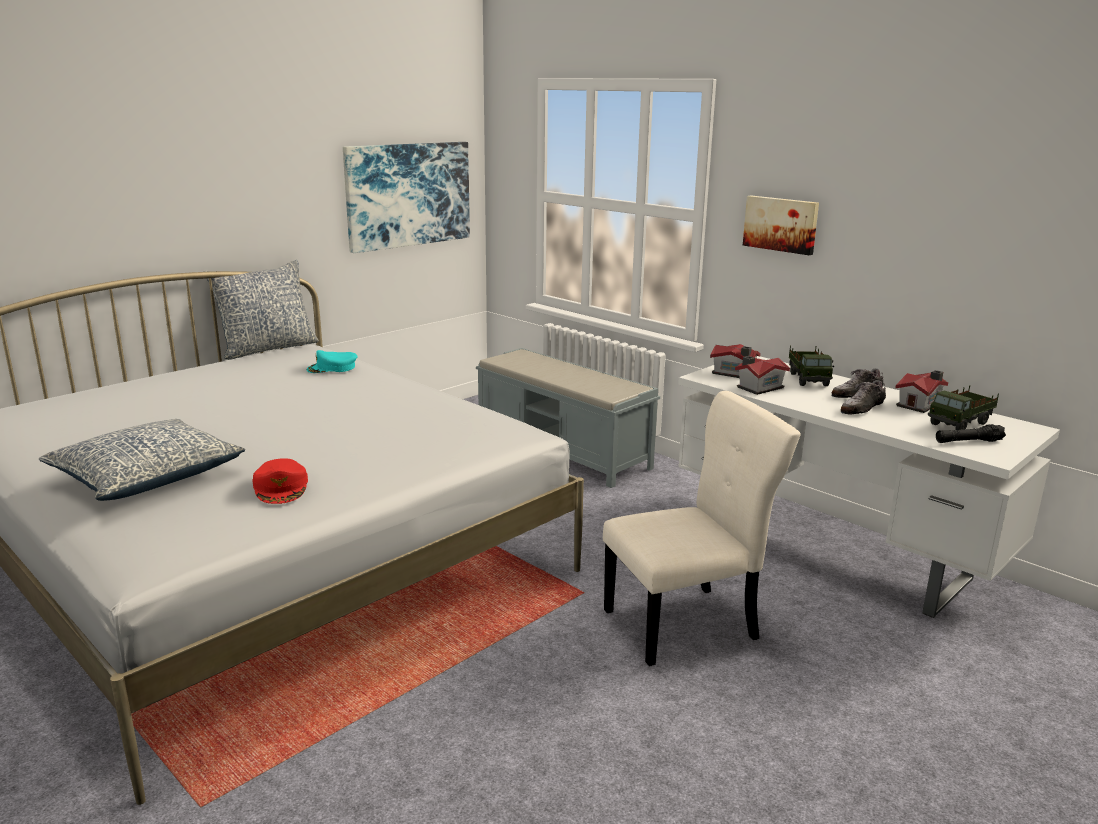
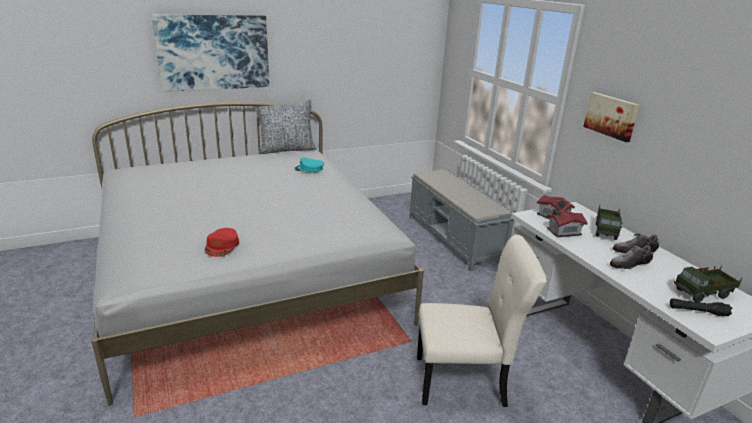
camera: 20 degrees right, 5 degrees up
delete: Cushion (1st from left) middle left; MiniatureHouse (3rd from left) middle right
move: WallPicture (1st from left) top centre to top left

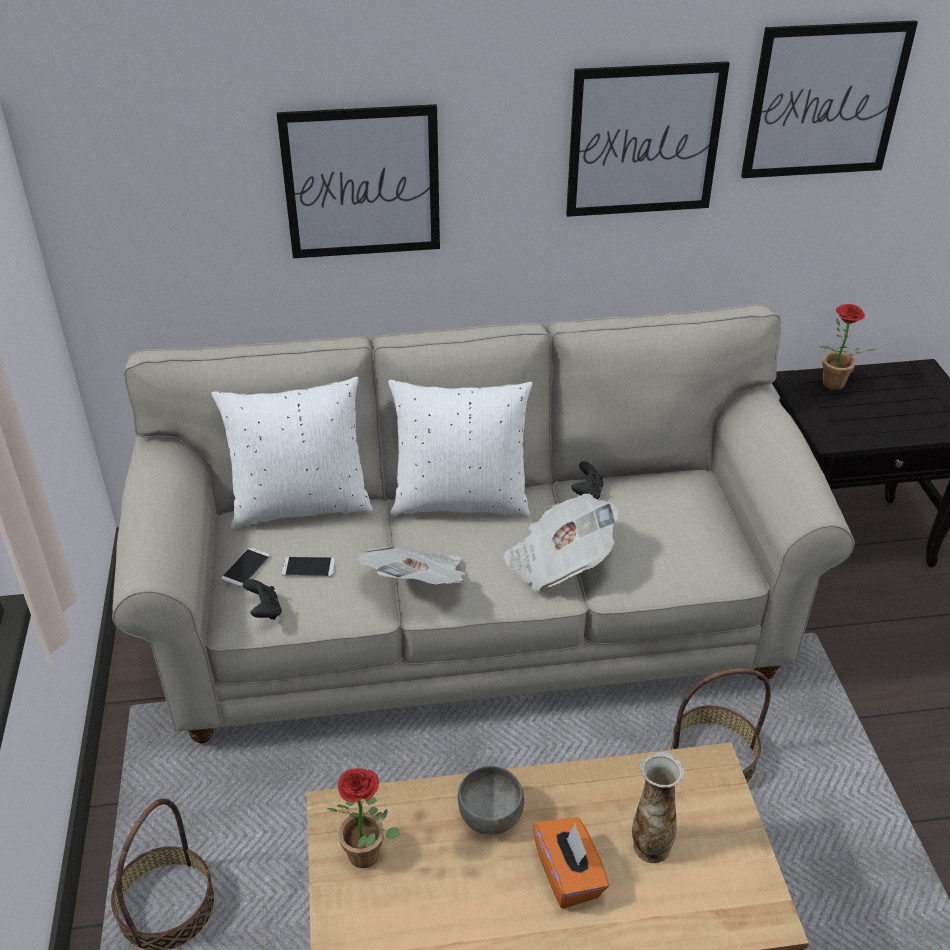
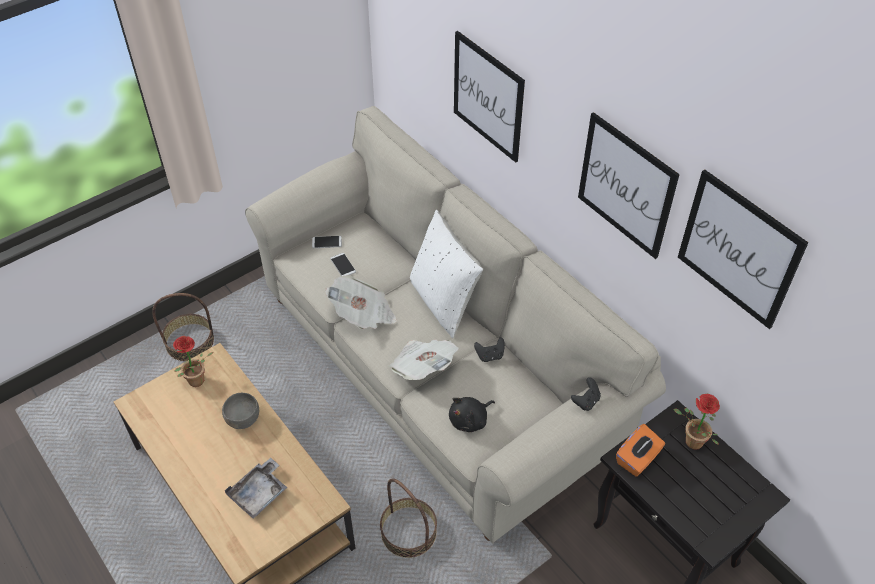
camera: 60 degrees right, 10 degrees up
delete: WhiteCushion (1st from left) middle left
insert: BlackPlushToy bottom centre
move: BlackJoypad (1st from left in the first image) middle left to BlackJoypad (2nd from left) bottom right; OrangeyTissueBox bottom centre to bottom right
replace: Vase bottom right to GreyishCarryingTray bottom left

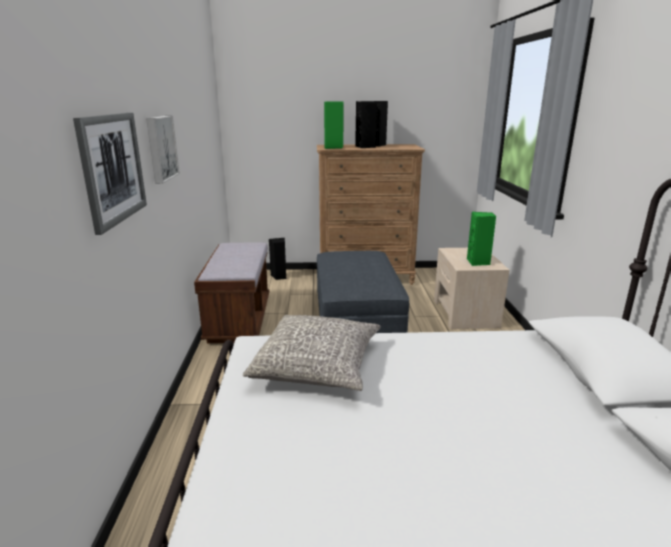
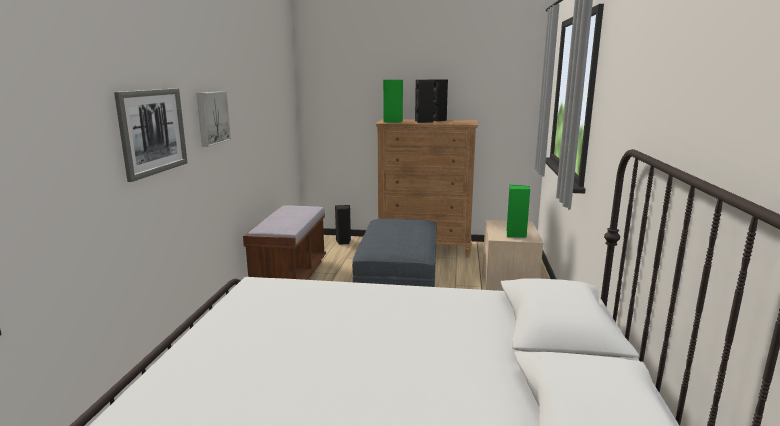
camera: 10 degrees right, 5 degrees down
delete: GreyishCushion centre

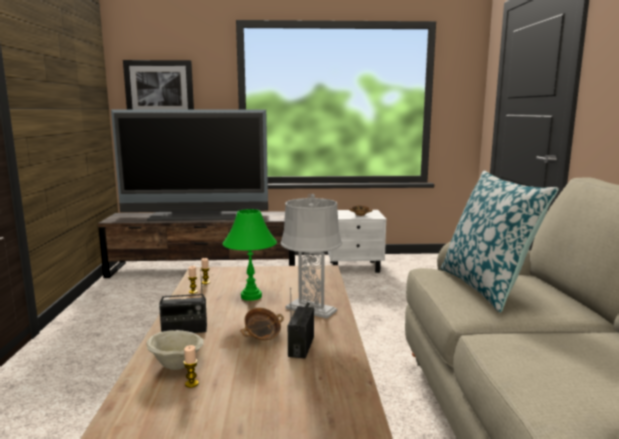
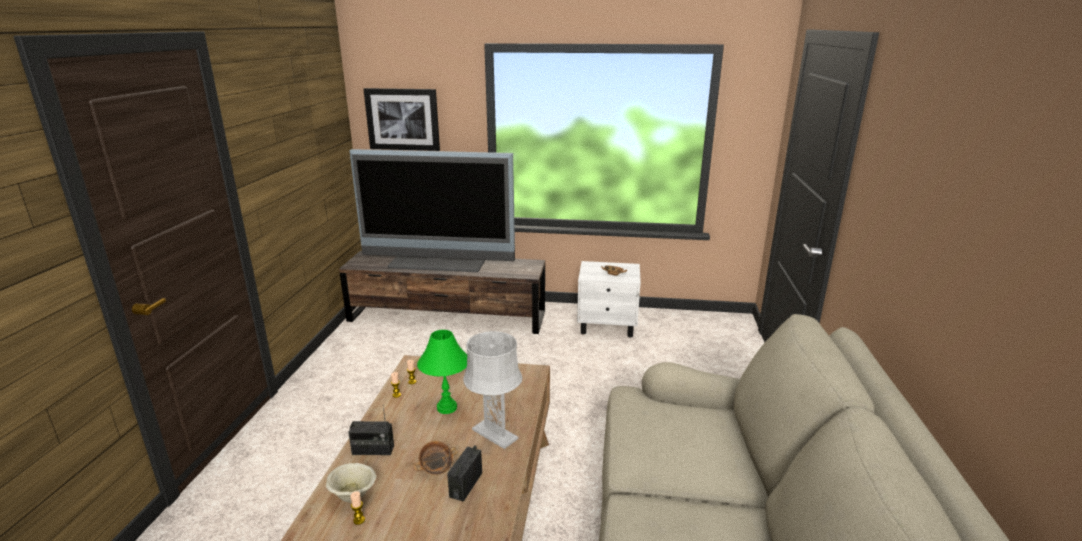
camera: 10 degrees right, 10 degrees up
delete: Cushion middle right

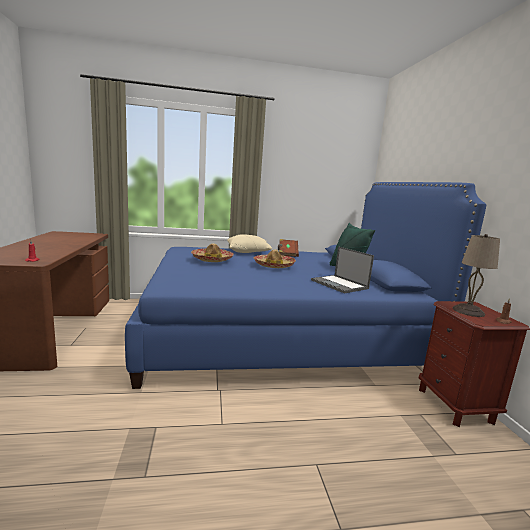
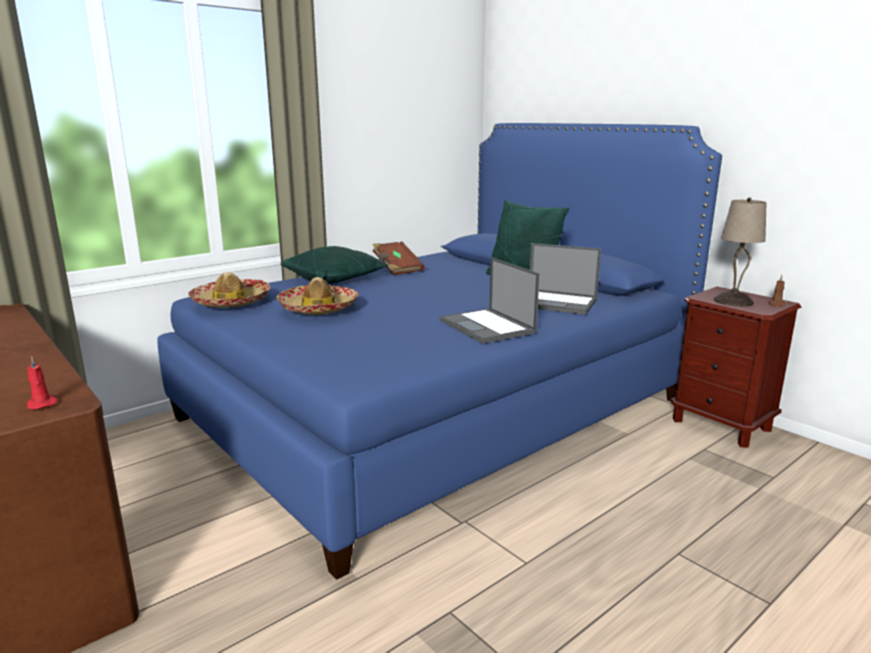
camera: 30 degrees left, 5 degrees up
insert: PortableComputer (1st from left) centre
move: ClothingHat (2nd from left in the first image) centre to ClothingHat (1st from left) middle left
recolor: BeigeCushion centre to GreenColouredCushion (1st from left) centre

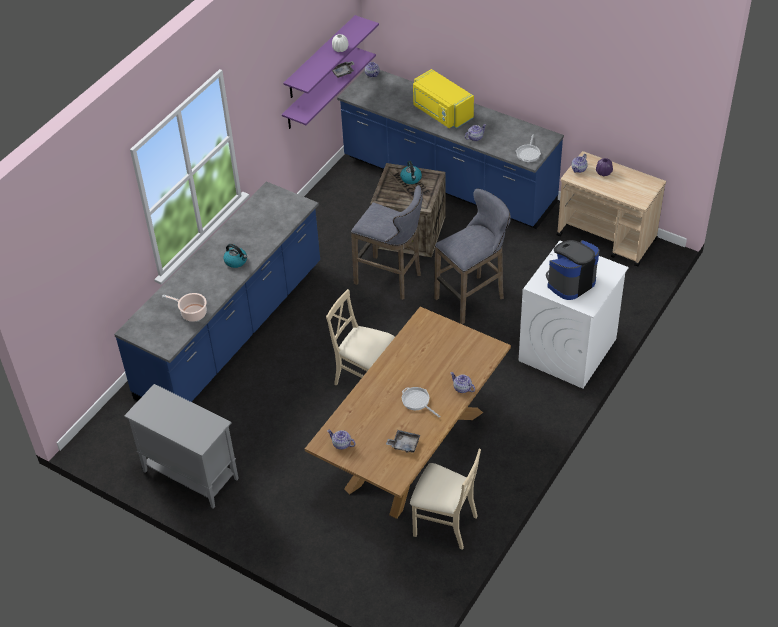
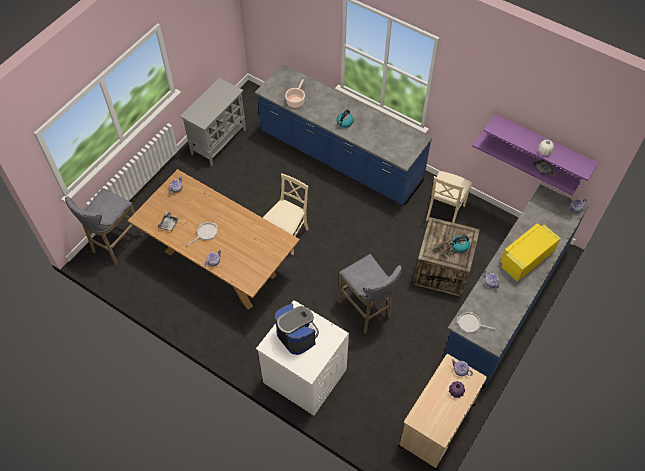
camera: 90 degrees right, 10 degrees up
move: GreyishStool (1st from left) centre to middle left; BeigeChair (2nd from left) bottom centre to middle right

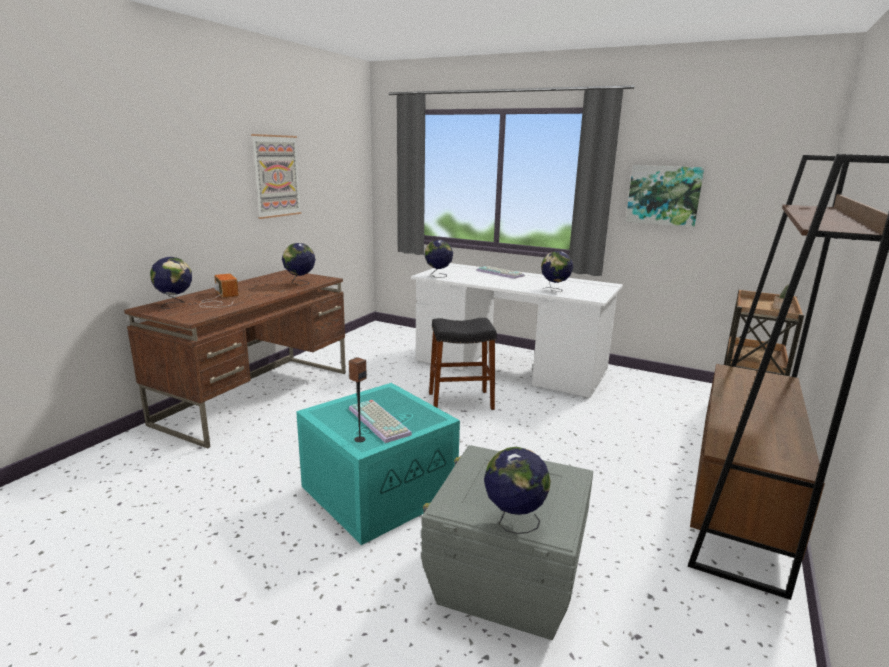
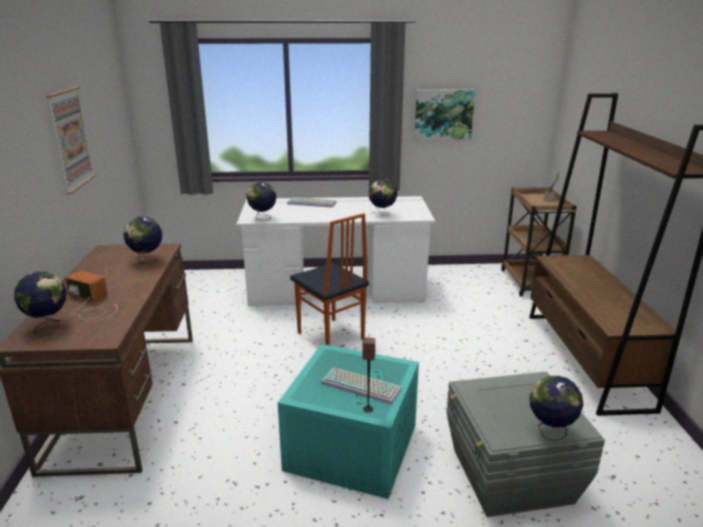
camera: 30 degrees left, 5 degrees up
replace: BlackStool centre to Chair centre

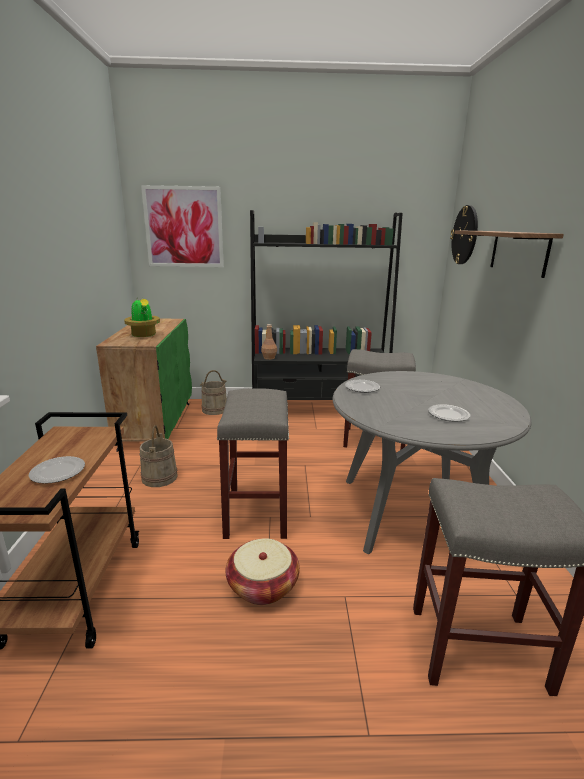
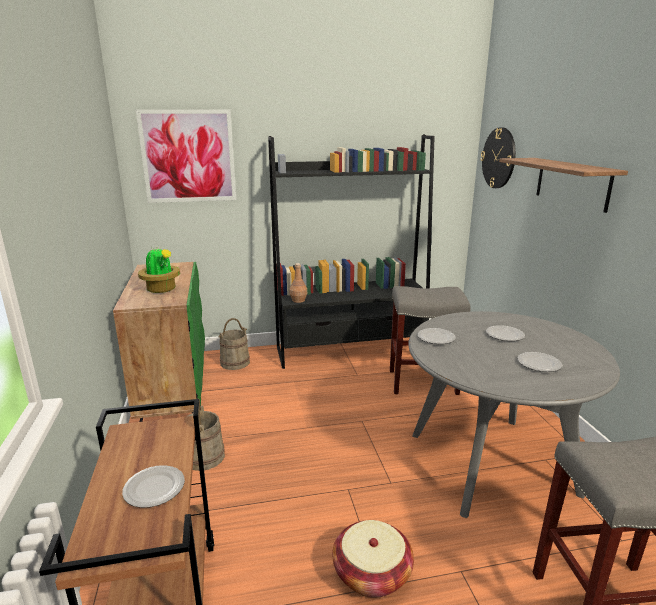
camera: 10 degrees left, 0 degrees up
delete: GreyishStool (1st from left) centre
insert: DinnerPlate (3rd from left) middle right

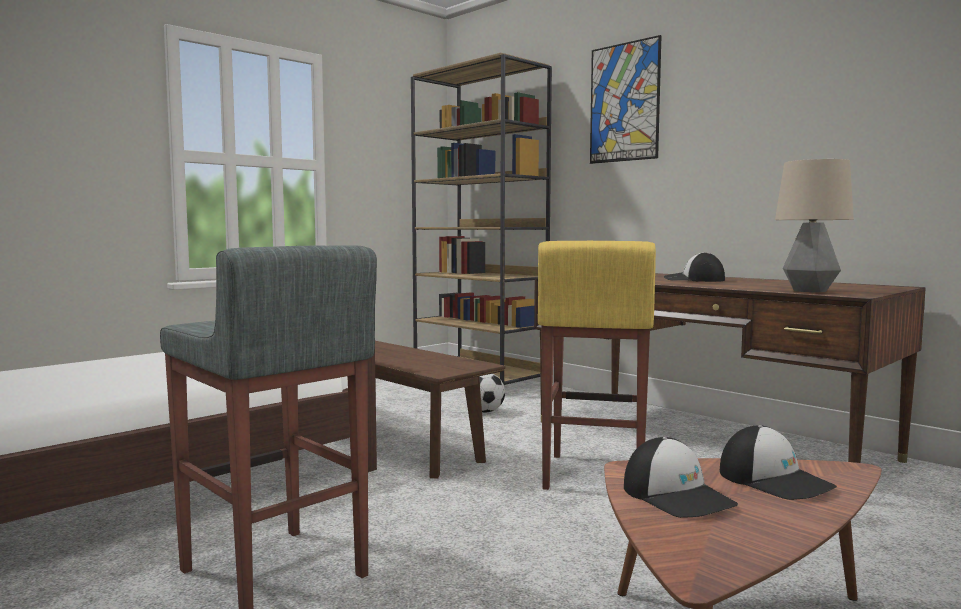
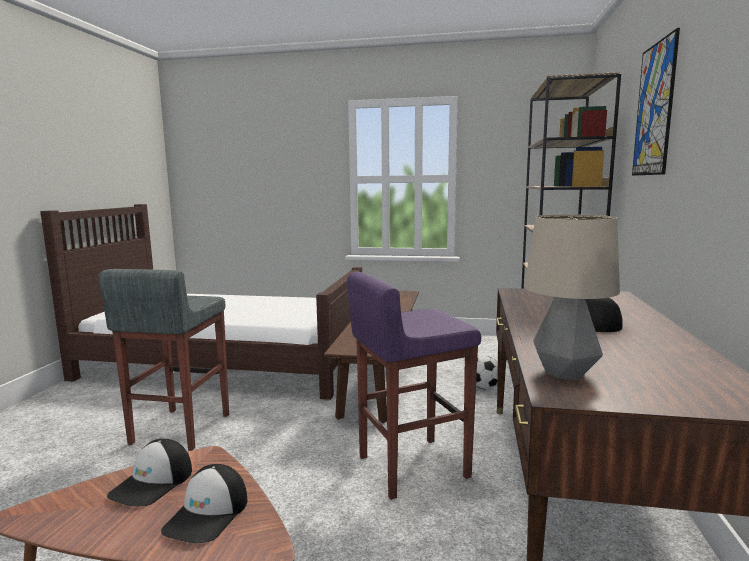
camera: 55 degrees right, 5 degrees up
recolor: YellowishStool centre to PurplishStool bottom centre

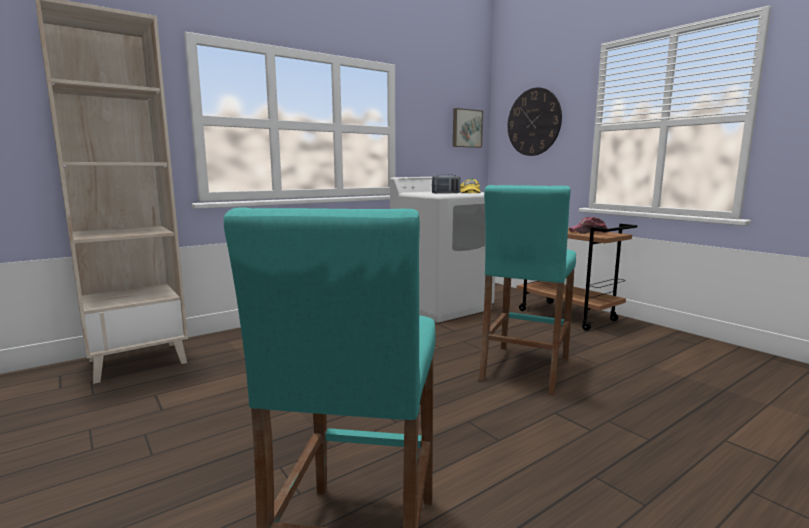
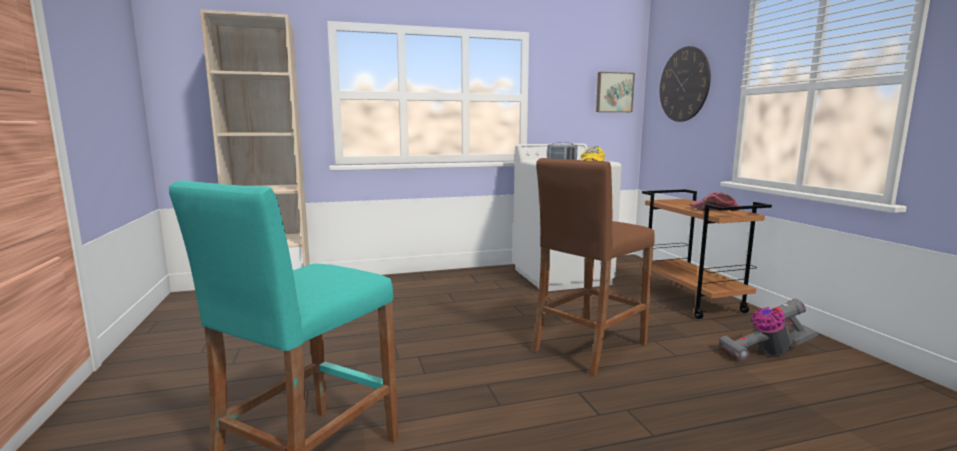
camera: 20 degrees right, 0 degrees up
insert: Vacuum bottom right
recolor: BlueGreenStool (2nd from left) centre to BrownStool centre

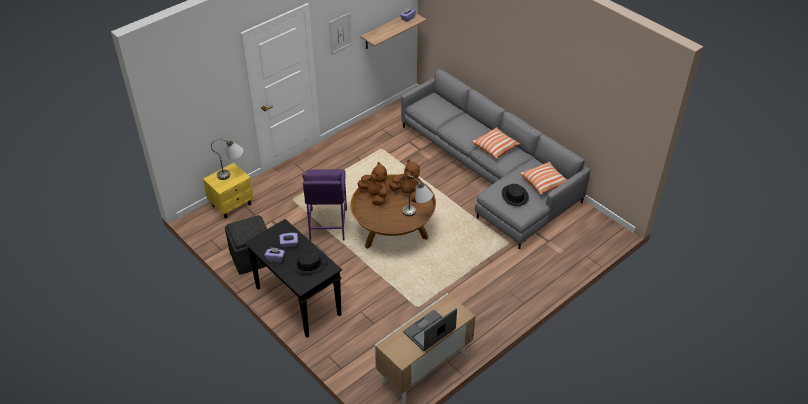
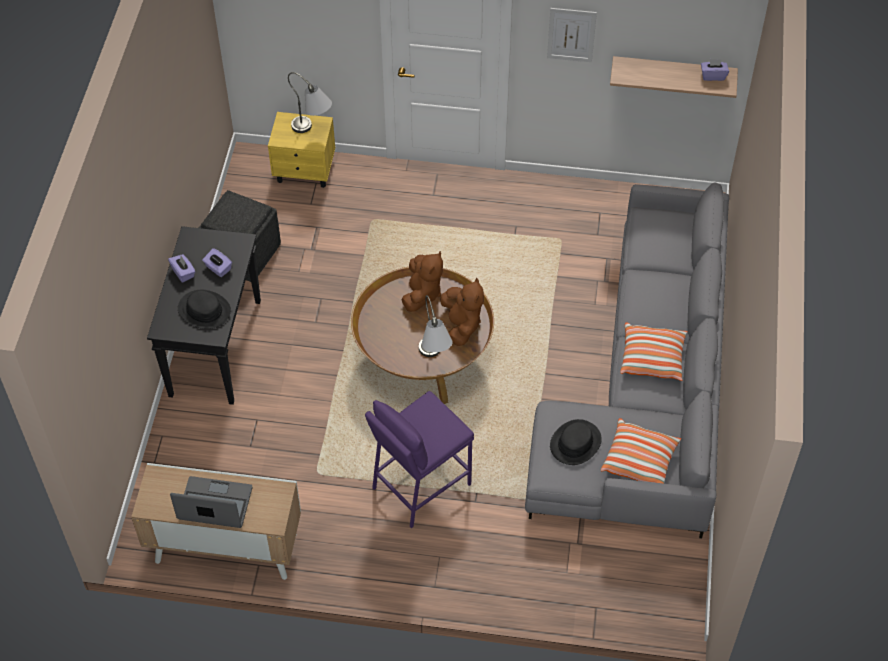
camera: 50 degrees right, 10 degrees up
move: PurplishStool centre to bottom centre

